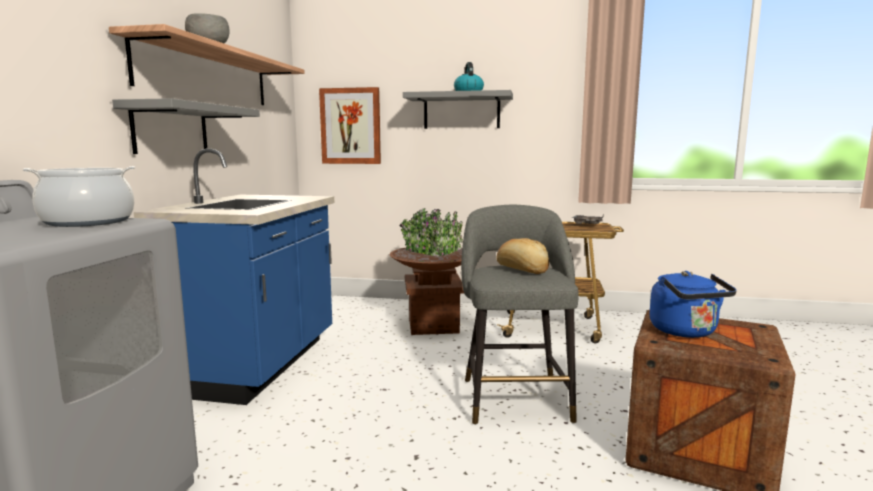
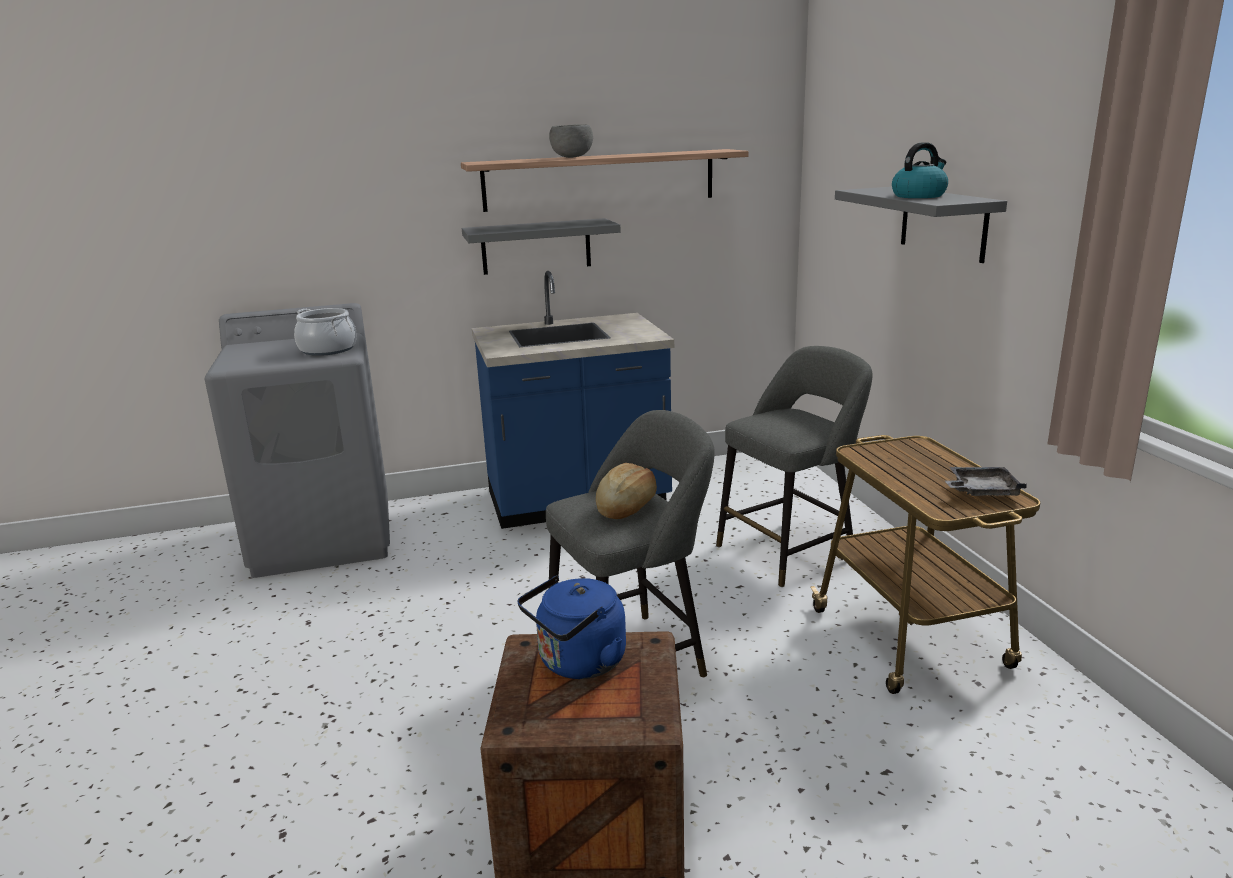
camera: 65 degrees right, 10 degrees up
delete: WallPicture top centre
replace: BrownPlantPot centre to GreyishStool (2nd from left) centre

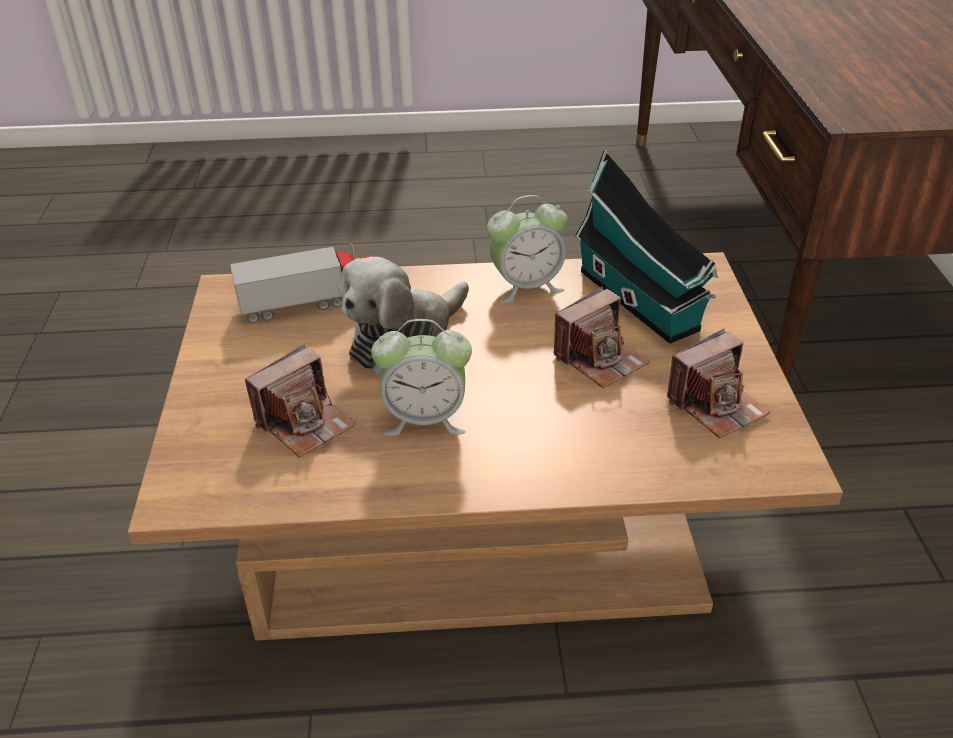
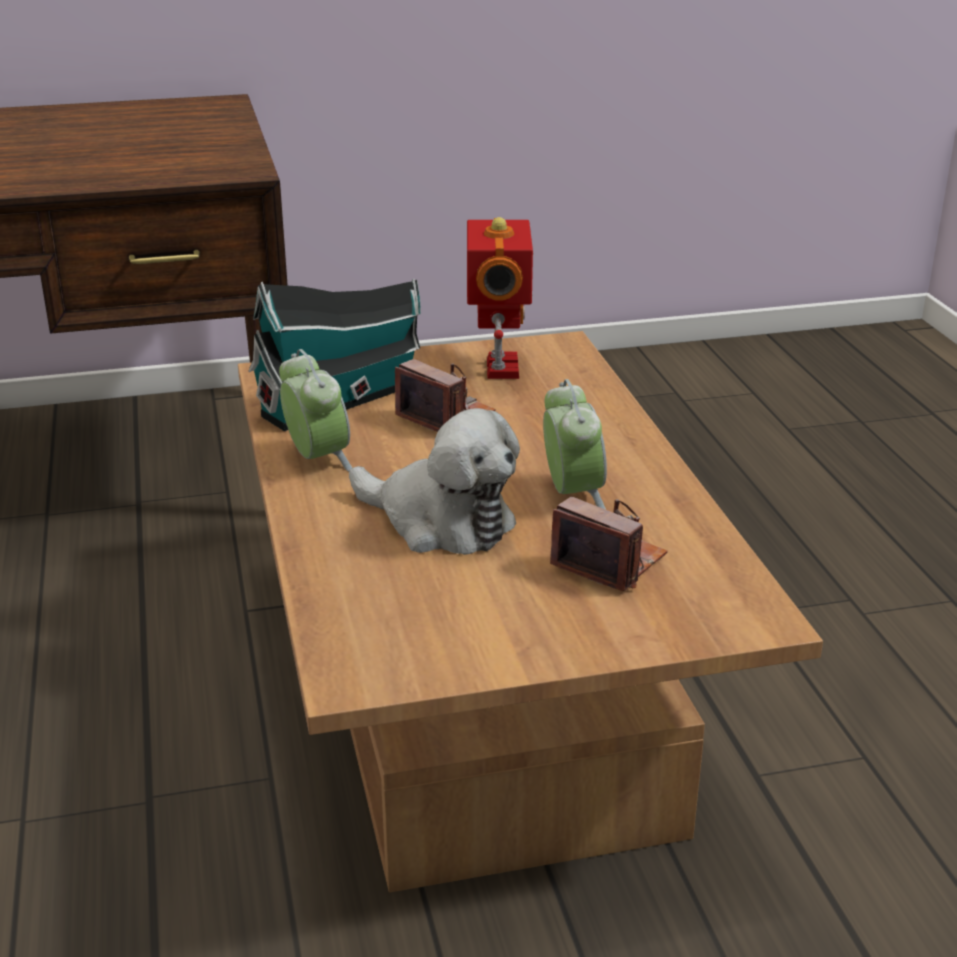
camera: 100 degrees left, 10 degrees down
delete: ModelTruck middle left
replace: PhotoCamera (3rd from left) middle right to ToyRobot top centre

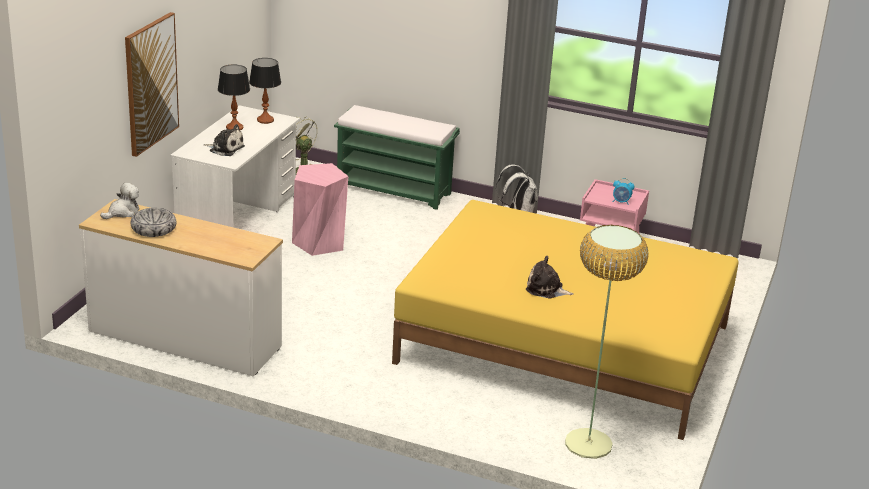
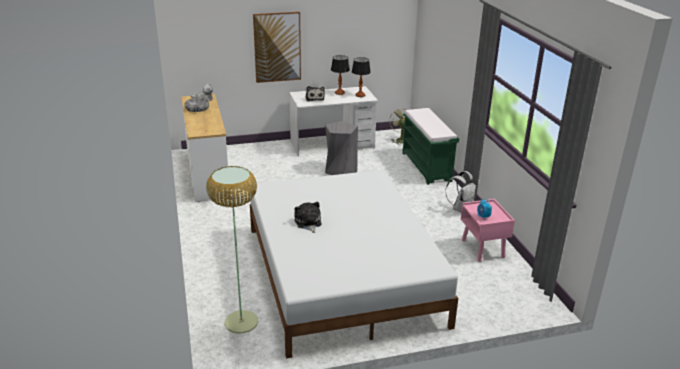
camera: 55 degrees right, 0 degrees up
recolor: YellowishBed centre to WhiteBed bottom centre; PinkStool centre to GreyishStool centre

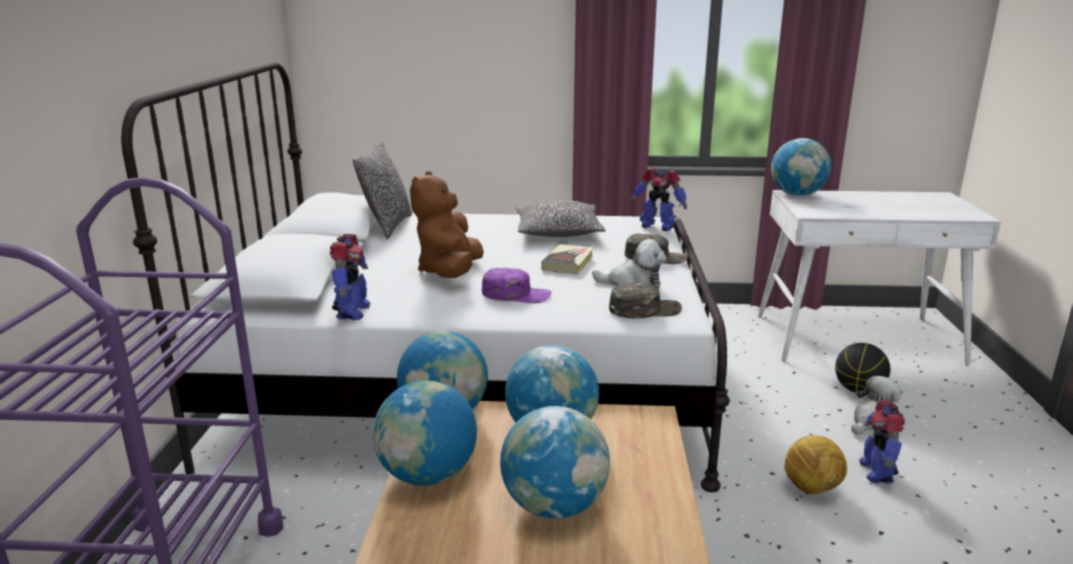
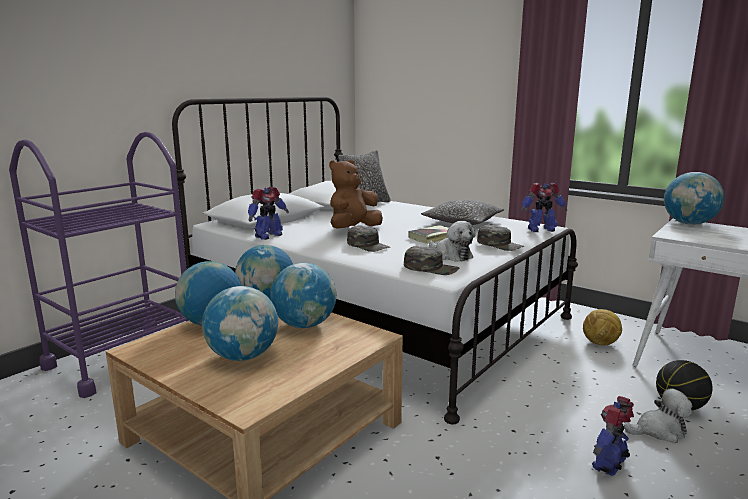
camera: 35 degrees right, 5 degrees down
move: BallForFootball bottom right to middle right
recolor: PurplishPeakedCap centre to GreenColouredPeakedCap (1st from left) centre
rotate: ToyRobot (2nd from left) centre = middle right 75 degrees counterclockwise

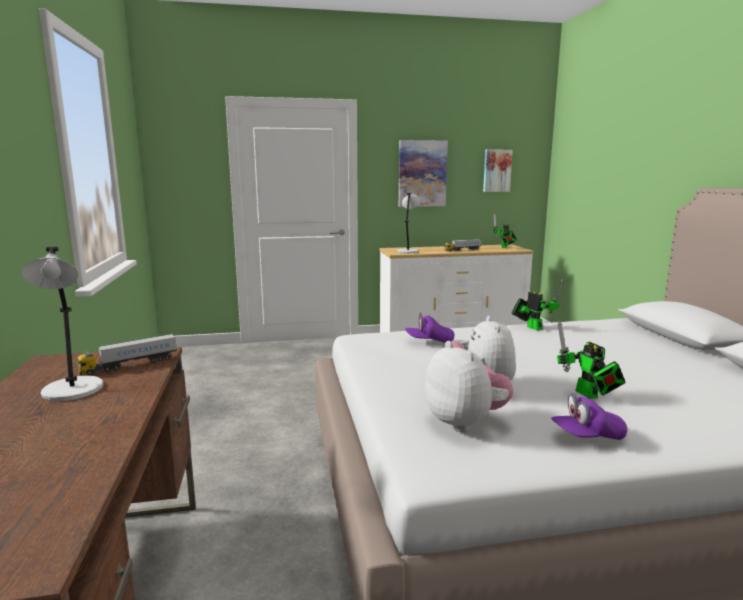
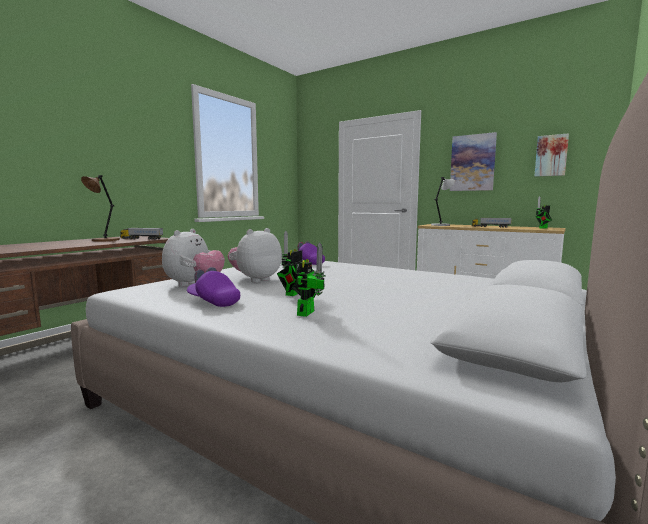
camera: 45 degrees right, 5 degrees down
move: ToyRobot (2nd from left) middle right to centre
recolor: GreyishLampForATable (1st from left) middle left to BrownLampForATable middle left

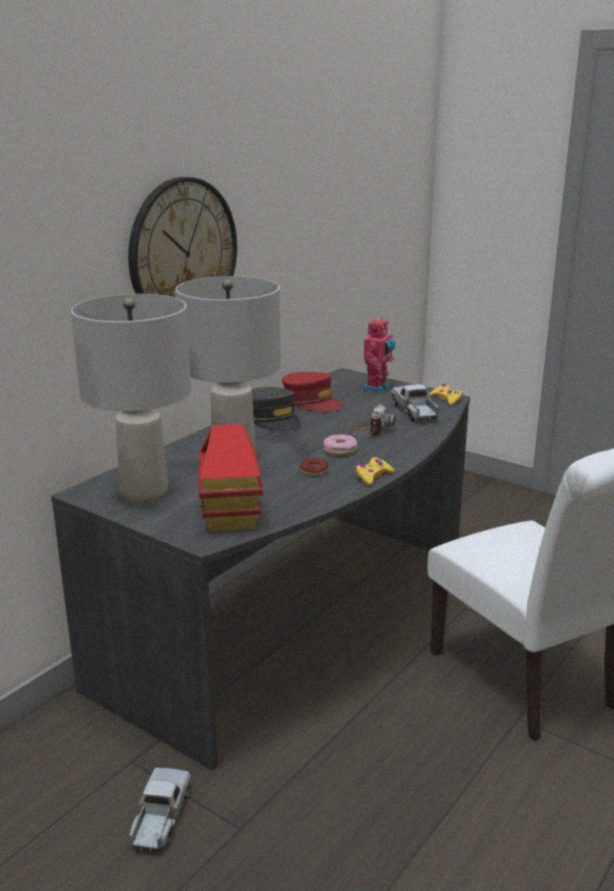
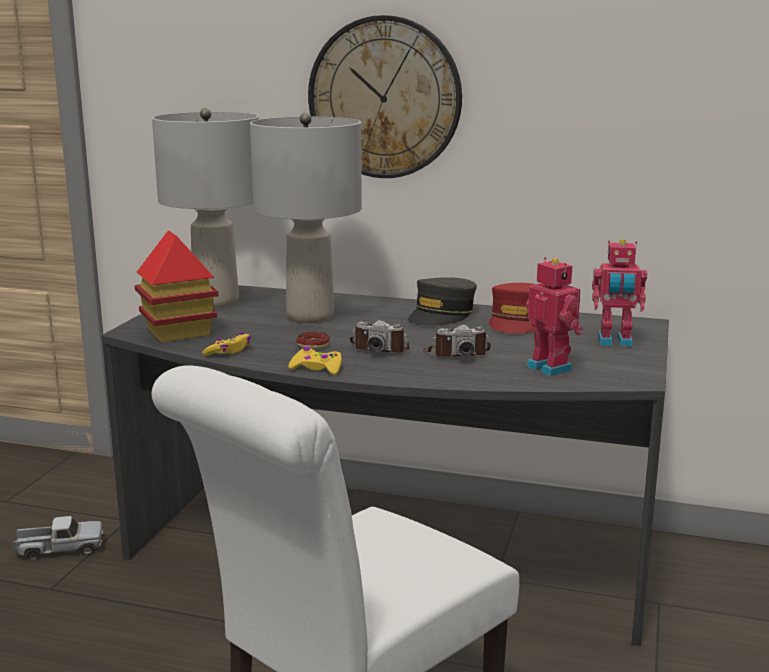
camera: 70 degrees right, 5 degrees down
move: YellowishJoypad (2nd from left in the first image) middle right to YellowishJoypad (1st from left) middle left
replace: Doughnut (2nd from left) centre to PhotoCamera (1st from left) centre; ModelTruck (2nd from left) middle right to ToyRobot (1st from left) middle right

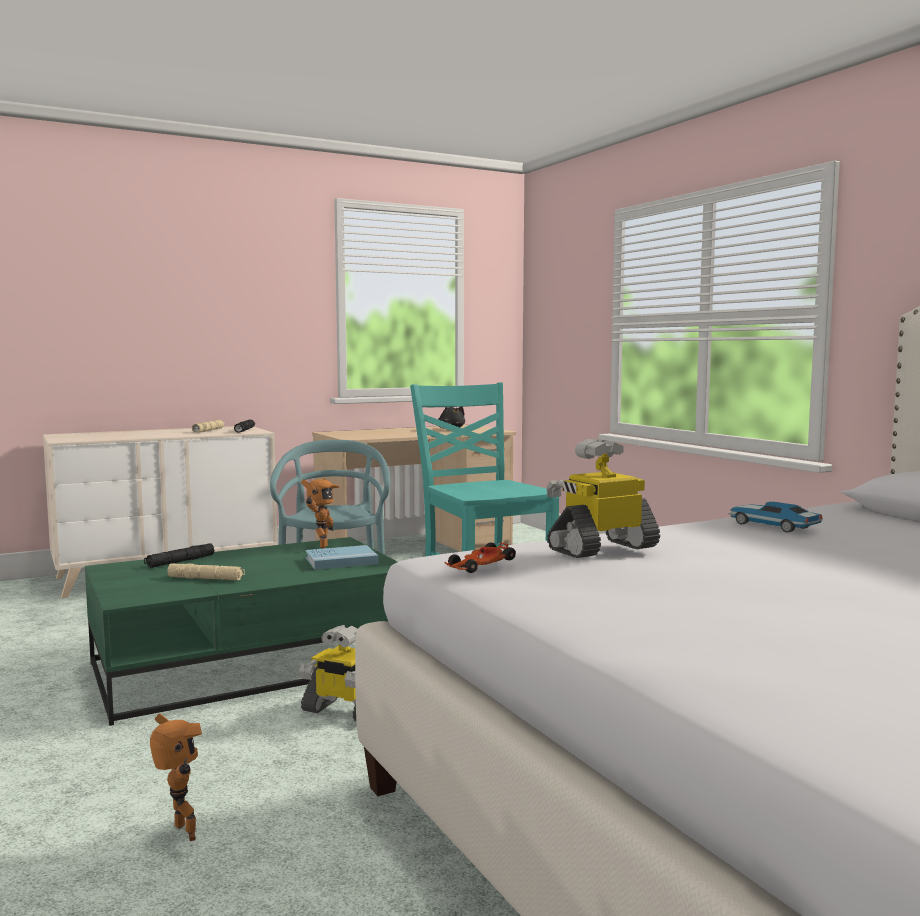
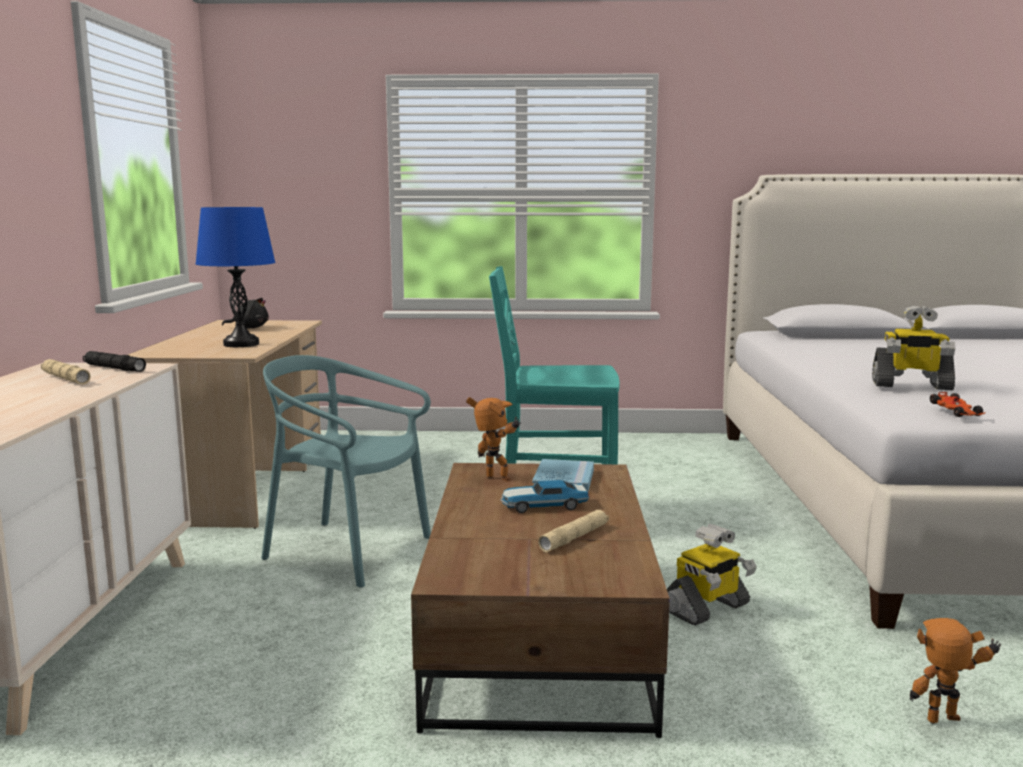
camera: 60 degrees left, 5 degrees up
delete: BlackHandTorch (1st from left) middle left
insert: BlueLampForATable middle left
move: MiniatureCar (2nd from left in the first image) middle right to MiniatureCar (1st from left) centre
recolor: GreenColouredLoungeTable bottom left to BrownLoungeTable bottom centre
rotate: ToyRobot (4th from left in the first image) centre = middle right 75 degrees counterclockwise

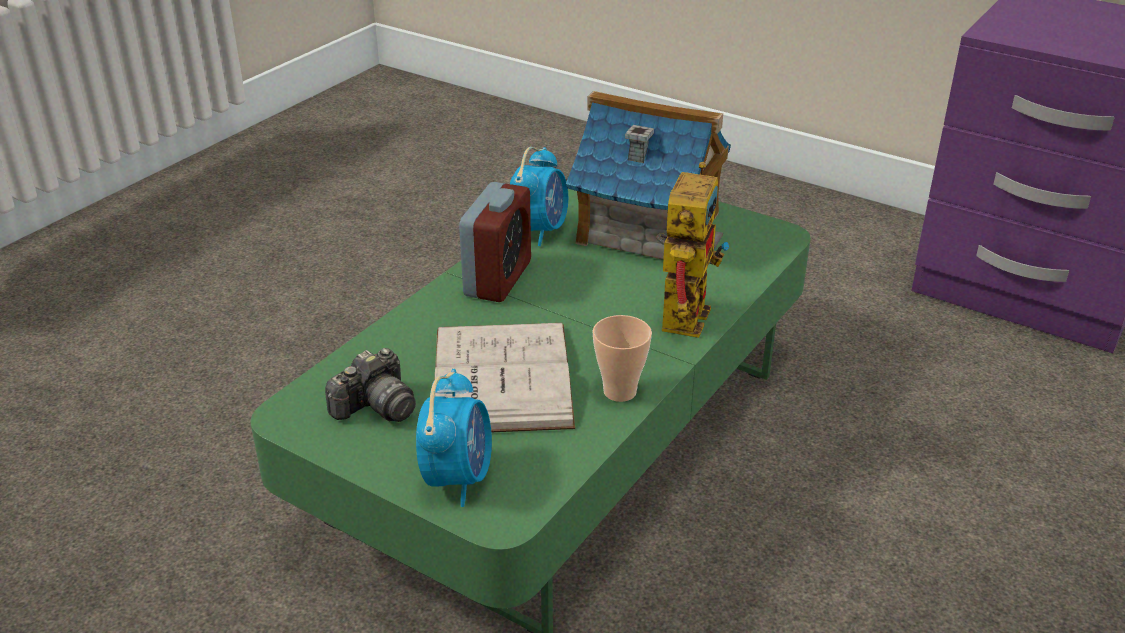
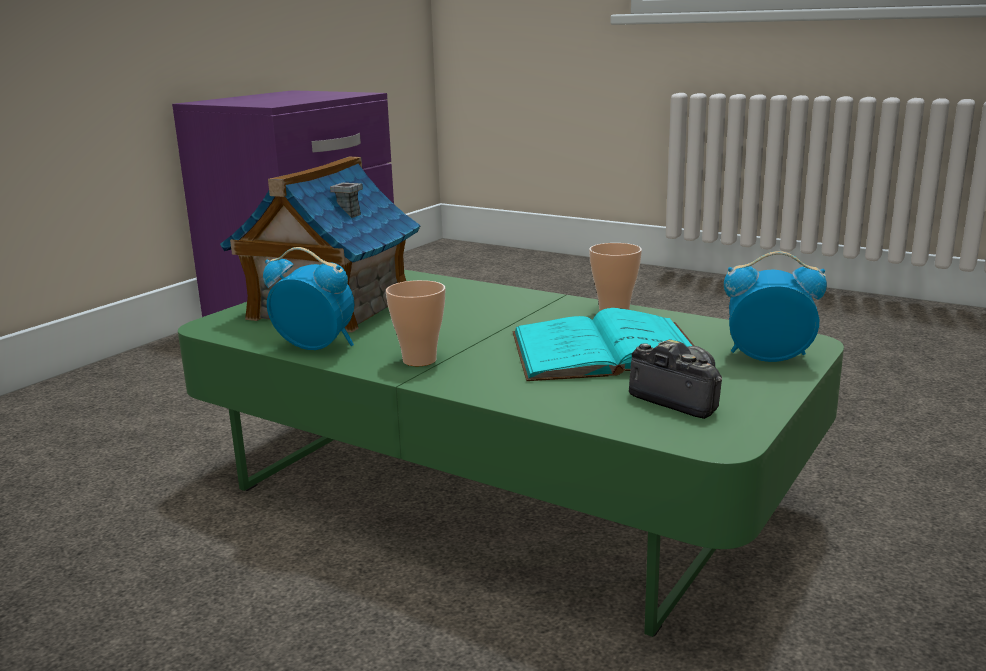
camera: 90 degrees left, 15 degrees down
delete: ToyRobot centre
replace: TableClock (2nd from left) centre to DrinkingCup (1st from left) centre
recolor: WhiteVolume centre to BlueGreenVolume centre

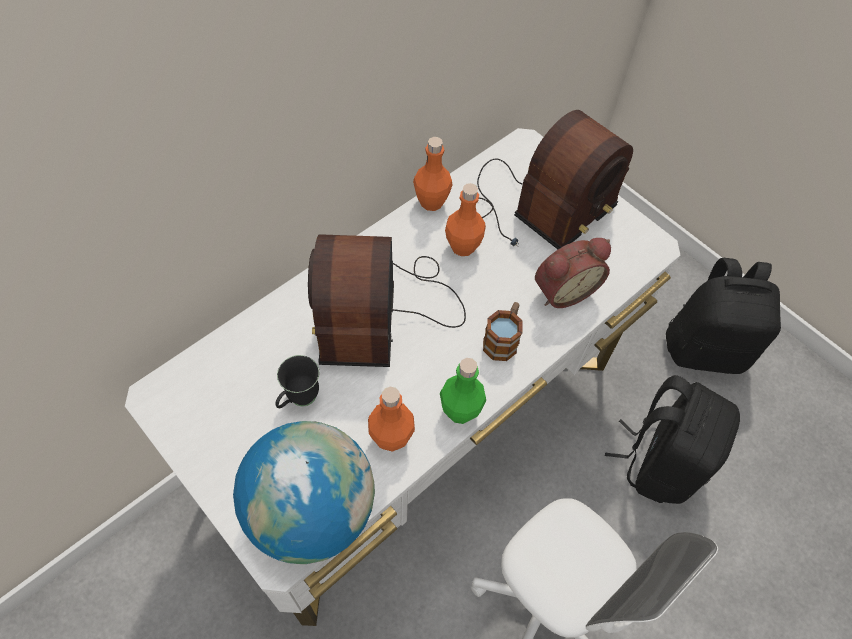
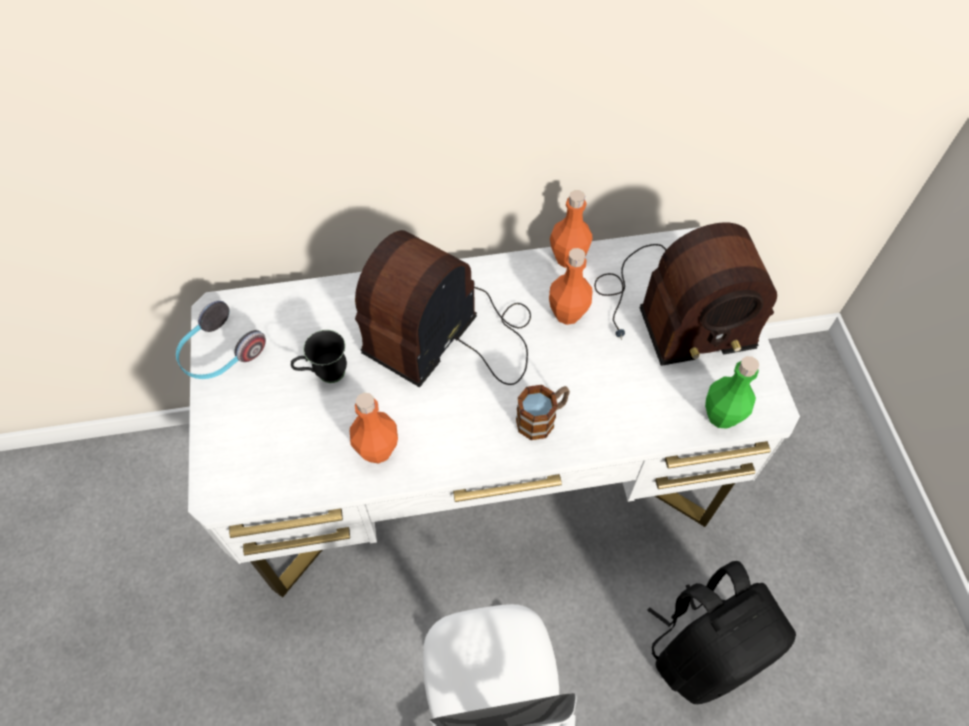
camera: 35 degrees right, 0 degrees up
delete: DeskGlobe bottom centre; TableClock middle right; BlackRucksack (2nd from left) middle right
insert: Headset middle left
move: GreenColouredBeverageBottle centre to middle right

